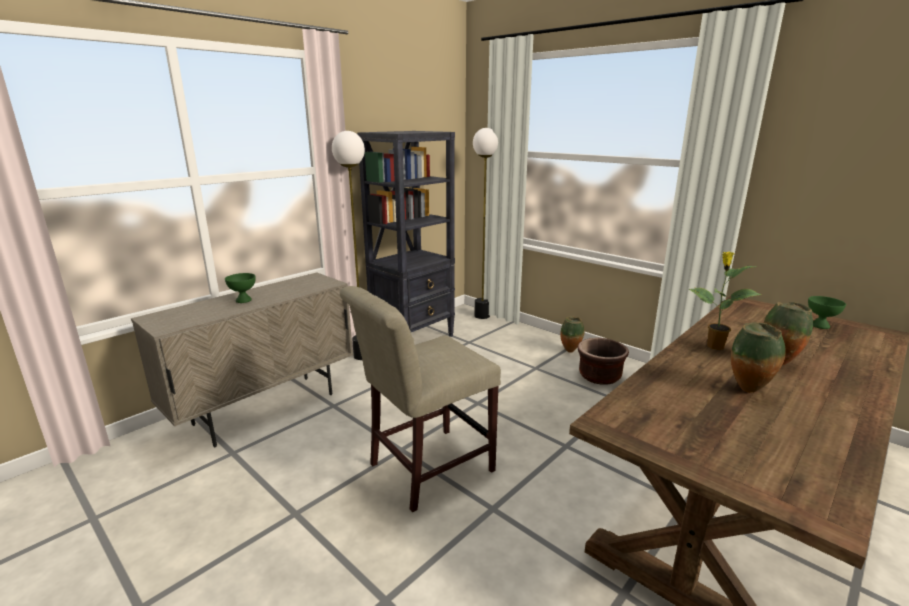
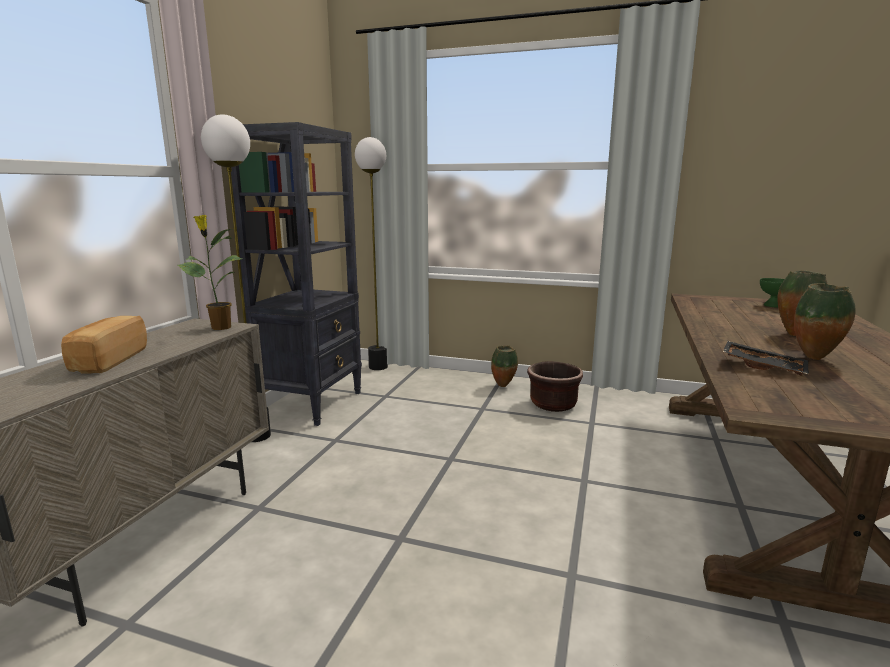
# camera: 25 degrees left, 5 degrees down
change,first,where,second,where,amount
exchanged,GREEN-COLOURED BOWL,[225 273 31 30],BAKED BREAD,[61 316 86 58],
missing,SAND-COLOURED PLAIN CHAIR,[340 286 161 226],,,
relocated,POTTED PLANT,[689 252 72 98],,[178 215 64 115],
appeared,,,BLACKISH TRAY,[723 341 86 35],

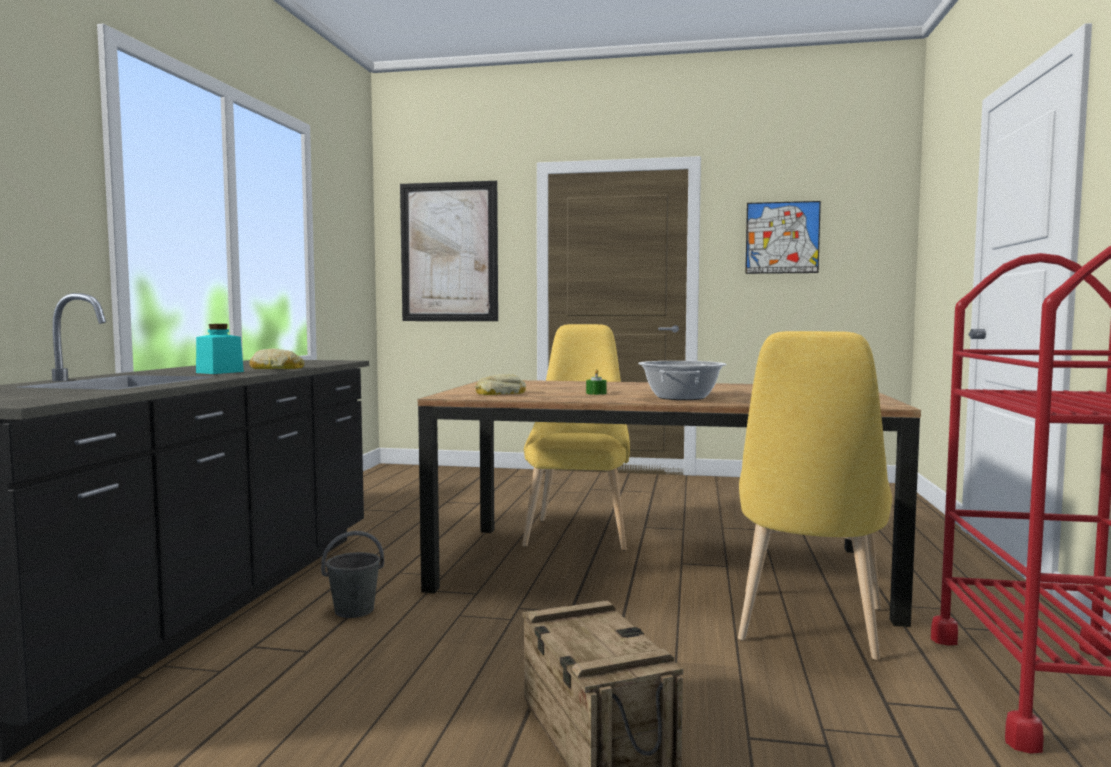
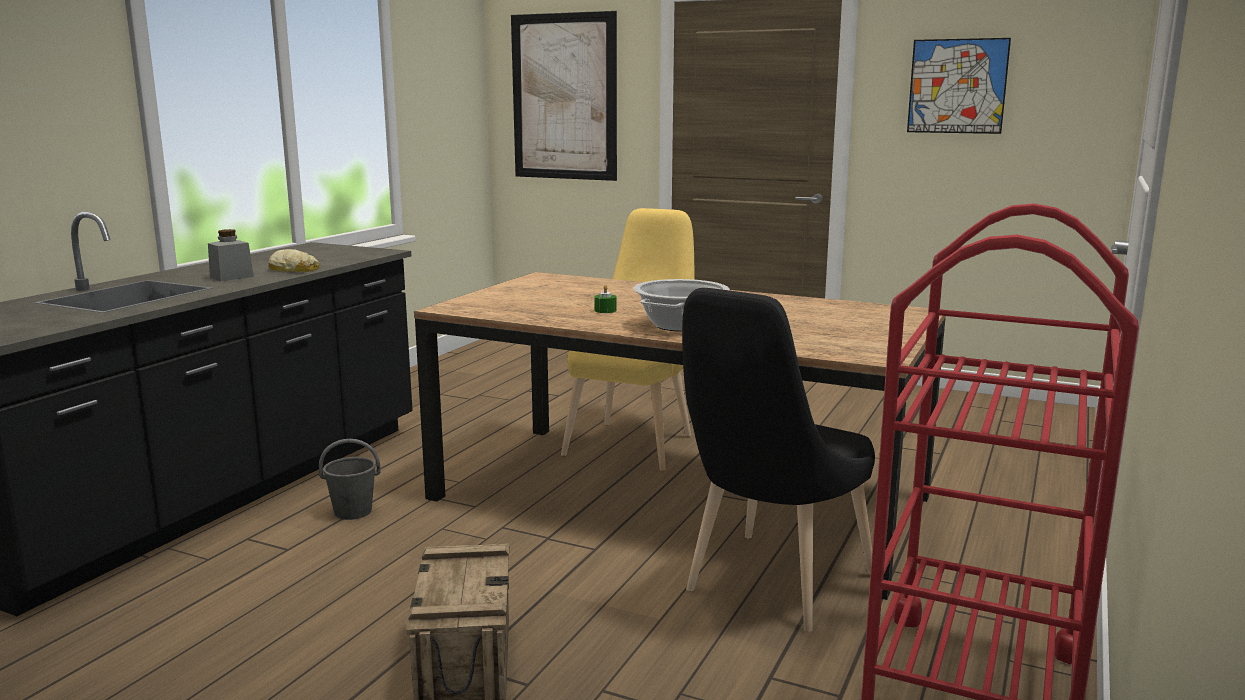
# camera: 15 degrees right, 10 degrees up
change,first,where,second,where,amount
colour,TURQUOISE JAR,[196 324 48 50],GRAY JAR,[208 229 46 52],
missing,BAKED BREAD,[475 374 51 21],,,
colour,YELLOW PLAIN CHAIR,[738 331 154 329],BLACKISH PLAIN CHAIR,[682 288 193 344],

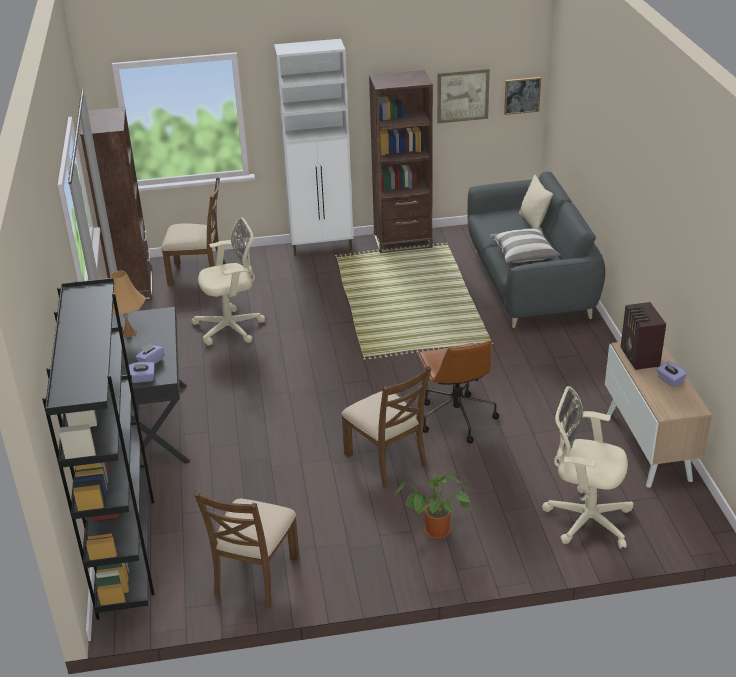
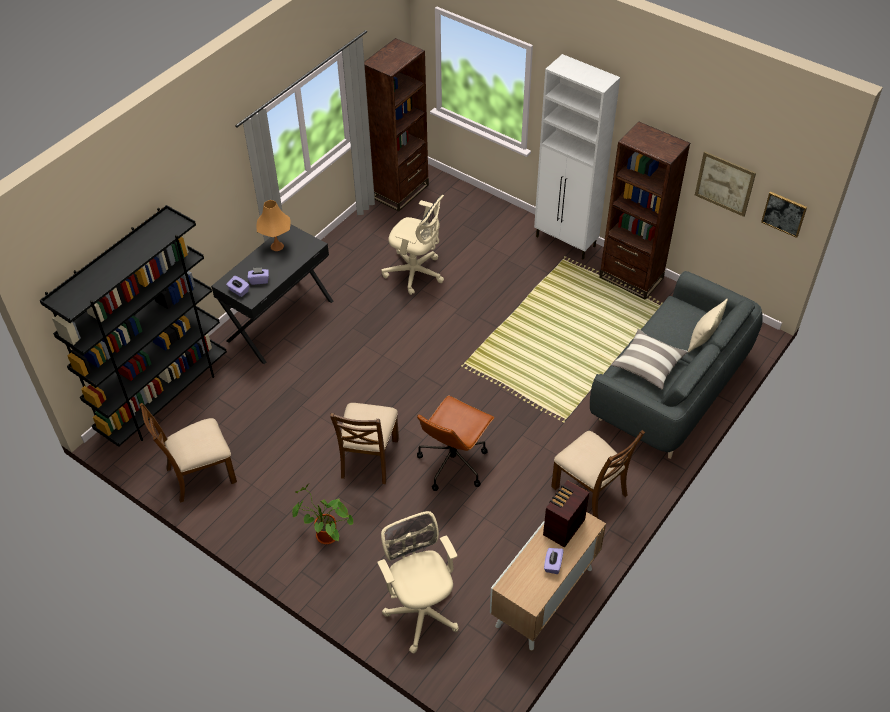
# camera: 45 degrees right, 15 degrees up
change,first,where,second,where,amount
relocated,BROWN PLAIN CHAIR,[161 177 65 109],,[551 430 94 89],

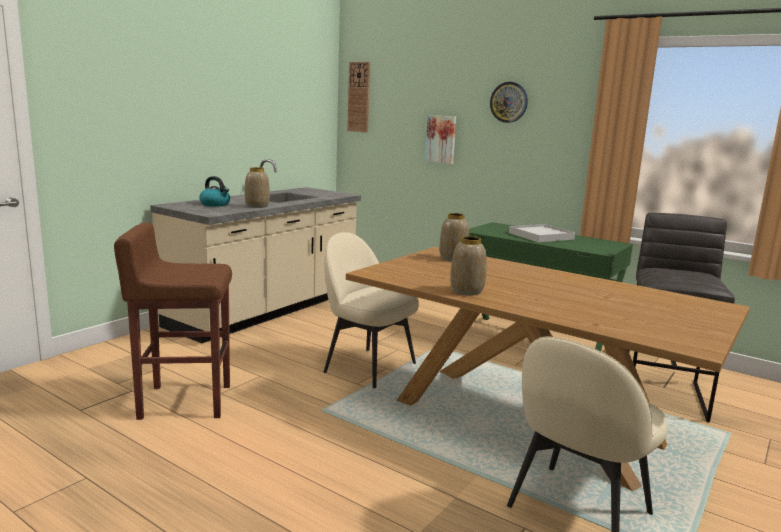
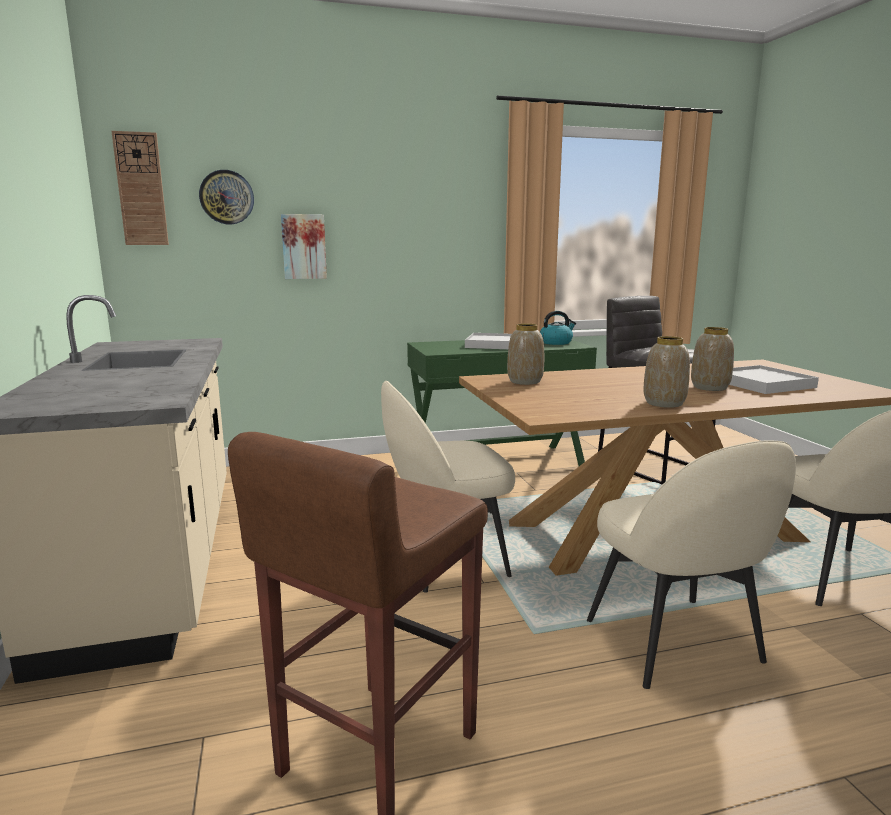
# camera: 50 degrees left, 0 degrees up
change,first,where,second,where,amount
relocated,WATER KETTLE,[199 176 31 31],,[540 311 36 34],
relocated,DECORATIVE VASE,[245 167 25 41],,[691 327 43 64],
relocated,CLOCK ON THE WALL,[490 82 38 41],,[199 170 55 54],
appeared,,,SAND-COLOURED PLAIN CHAIR,[587 441 209 248],
appeared,,,WHITISH TRAY,[729 365 90 29],

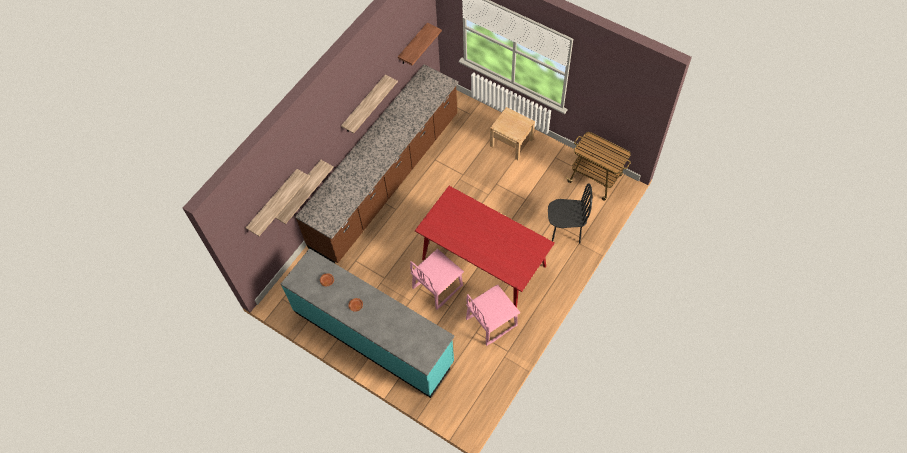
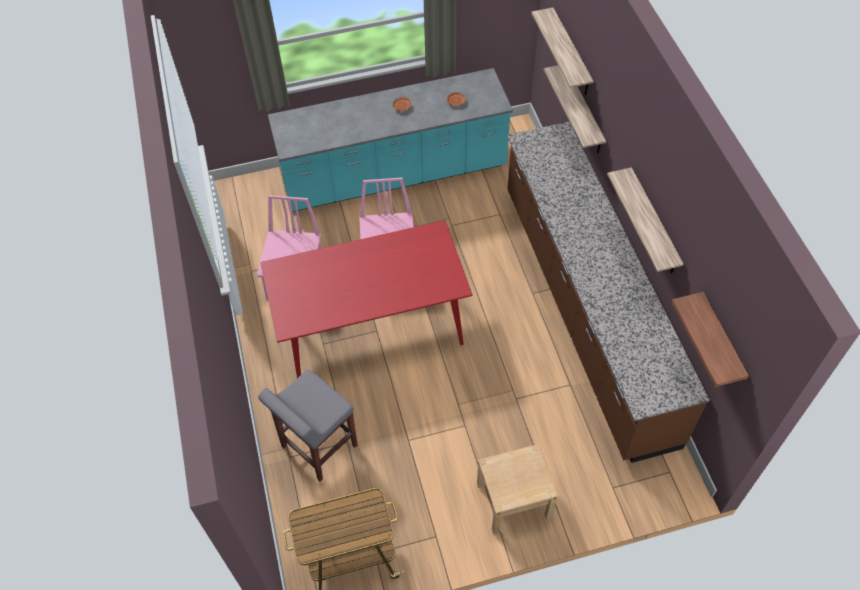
# camera: 130 degrees right, 5 degrees down
change,first,where,second,where,amount
exchanged,BLACKISH PLAIN CHAIR,[548 184 44 60],GRAY STOOL,[258 370 100 111],

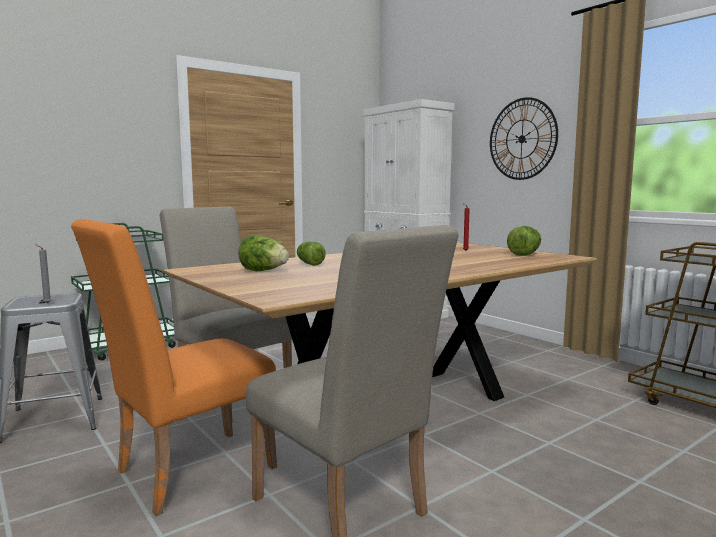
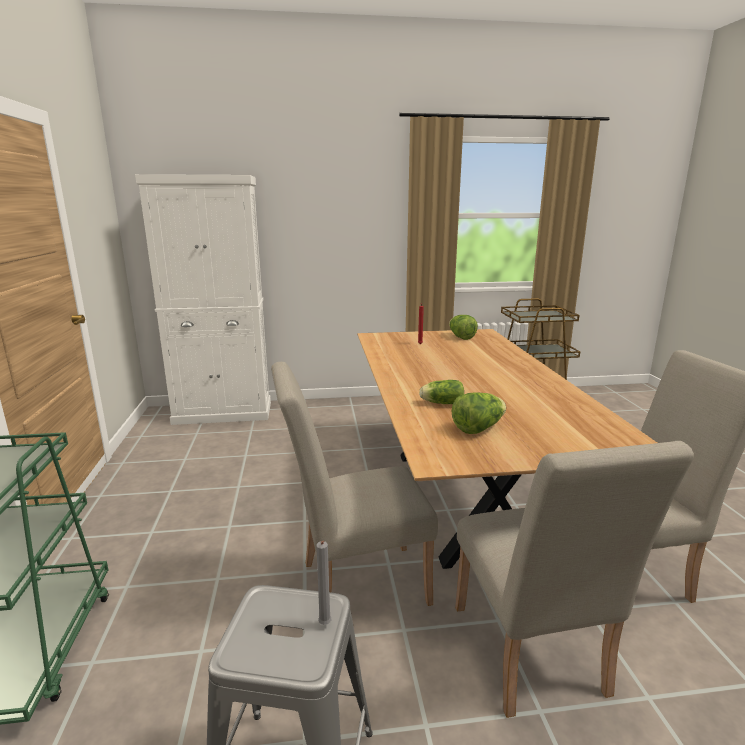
# camera: 60 degrees left, 10 degrees up
change,first,where,second,where,amount
colour,ORANGE PLAIN CHAIR,[71 219 206 297],SAND-COLOURED PLAIN CHAIR,[455 441 239 277],
missing,CLOCK ON THE WALL,[490 97 68 83],,,

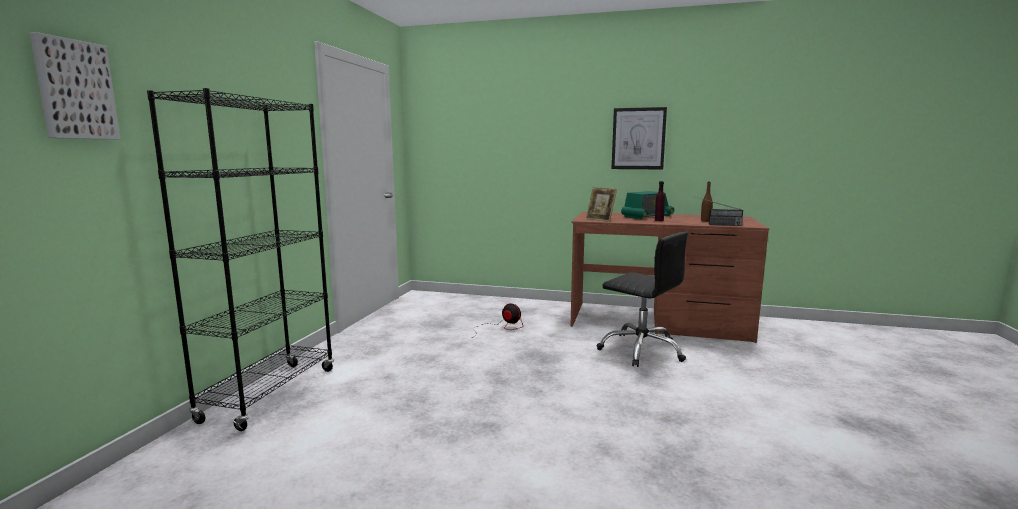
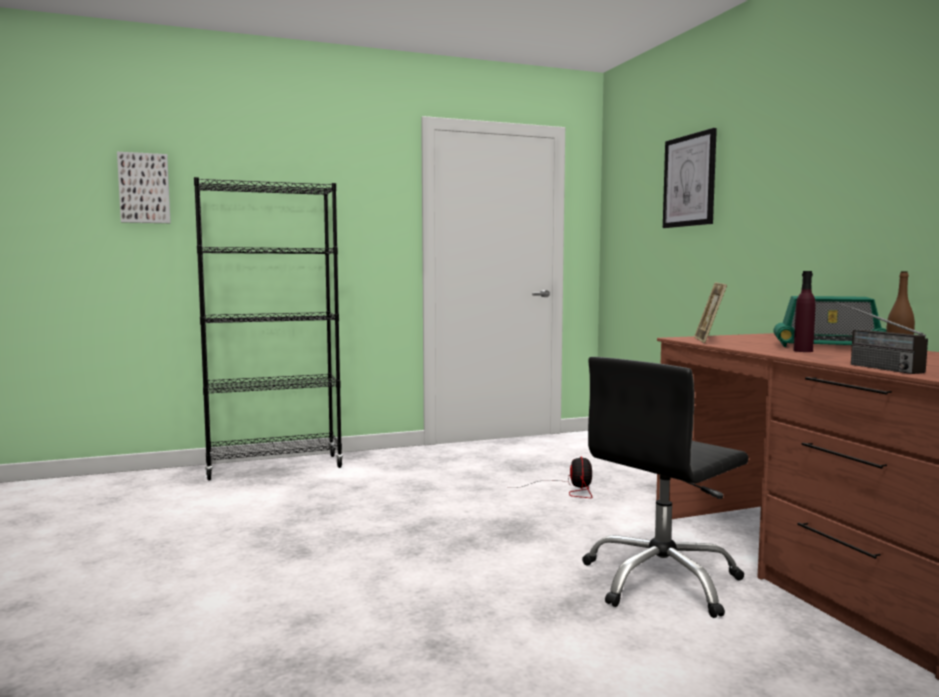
# camera: 55 degrees right, 5 degrees down
change,first,where,second,where,amount
spun,BLACKISH COMPUTER CHAIR,[596 231 92 136],,[582 357 167 261],45 degrees clockwise
relocated,WALL ART,[612 107 55 62],,[663 128 54 100],

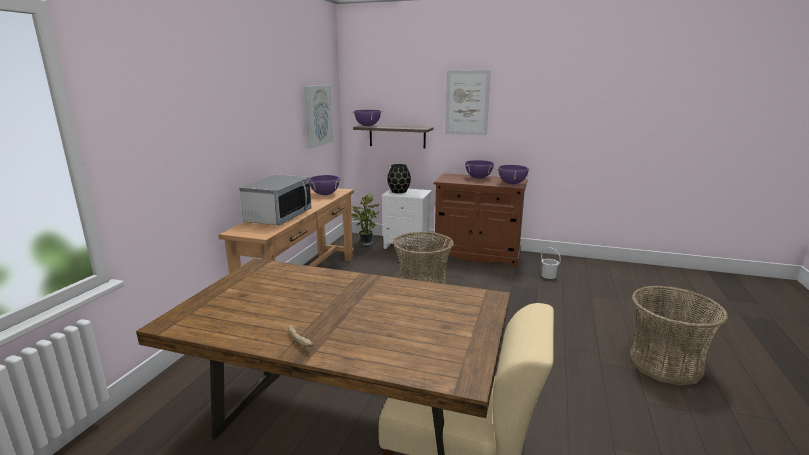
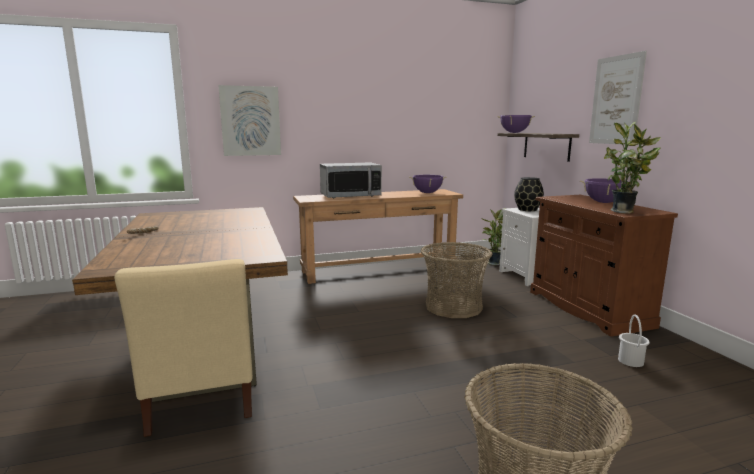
# camera: 55 degrees right, 5 degrees down
change,first,where,second,where,amount
relocated,WALL ART,[304 85 29 64],,[218 85 63 71],
exchanged,PURPLE STOCKPOT,[495 165 37 19],POTTED PLANT,[604 122 57 92],

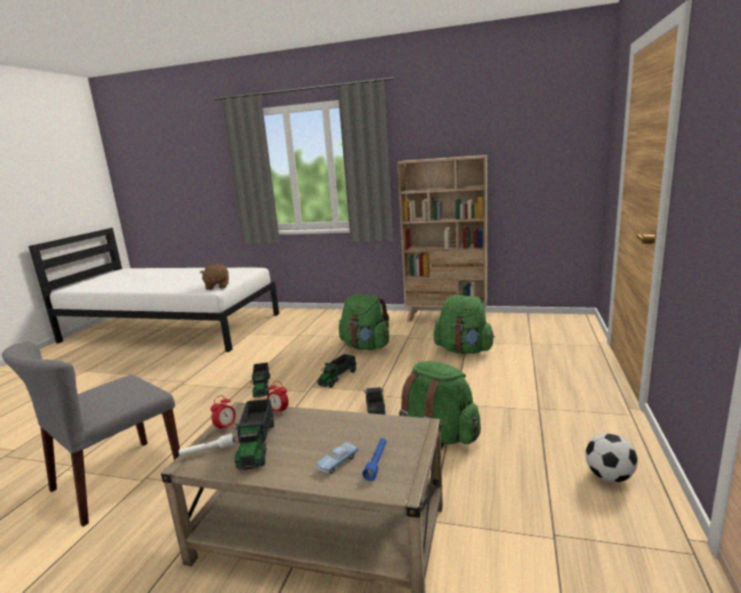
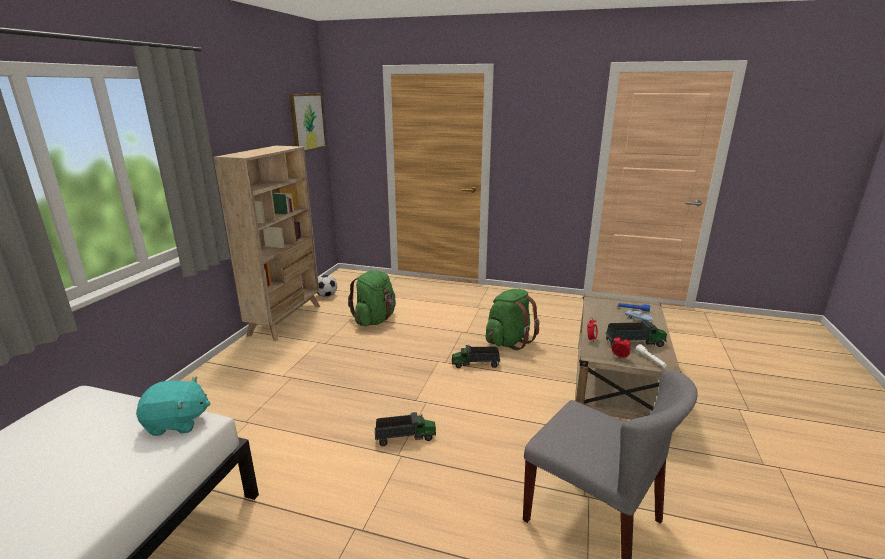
# camera: 90 degrees left, 5 degrees up
change,first,where,second,where,amount
colour,BROWN SOFT TOY,[200 264 29 26],TURQUOISE SOFT TOY,[136 376 75 60],
missing,TOY LORRY,[317 354 39 34],,,
missing,GREEN-COLOURED KNAPSACK,[339 294 50 56],,,
relocated,FOOTBALL BALL,[586 433 52 49],,[317 275 20 22],
appeared,,,WALL ART,[289 94 37 58],

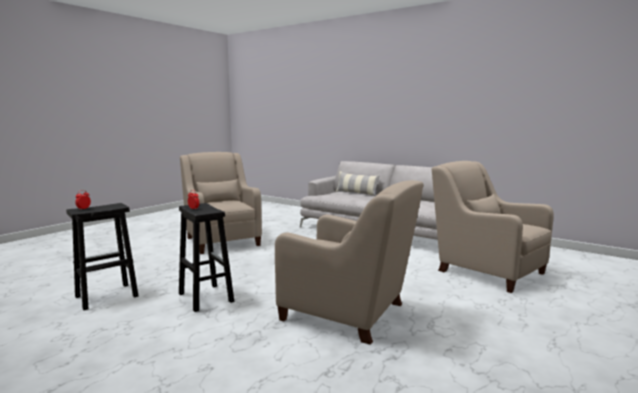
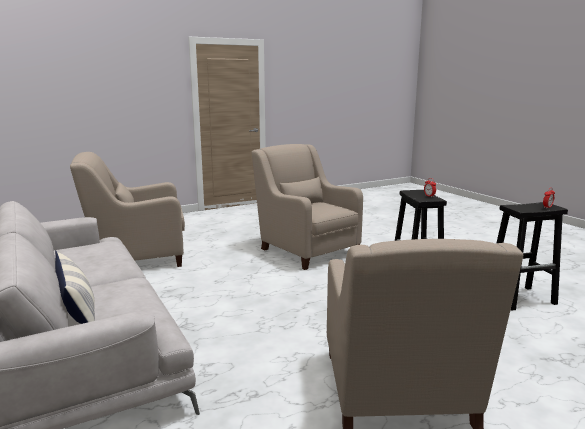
# camera: 155 degrees left, 5 degrees up
change,first,where,second,where,amount
spun,SAND-COLOURED ARMCHAIR,[432 161 122 132],,[70 152 115 115],90 degrees clockwise

